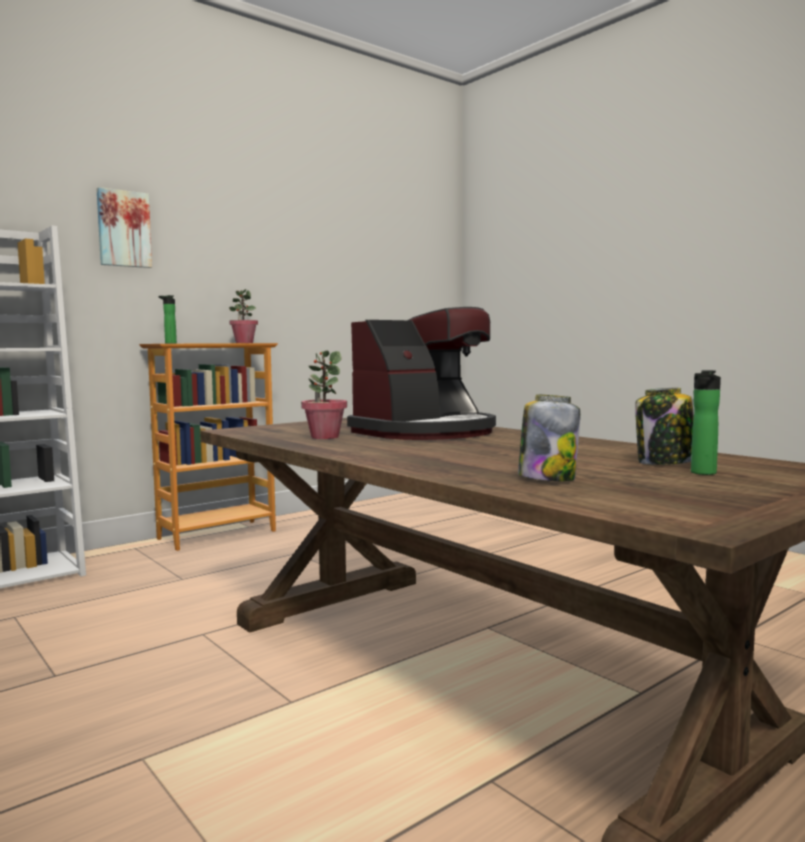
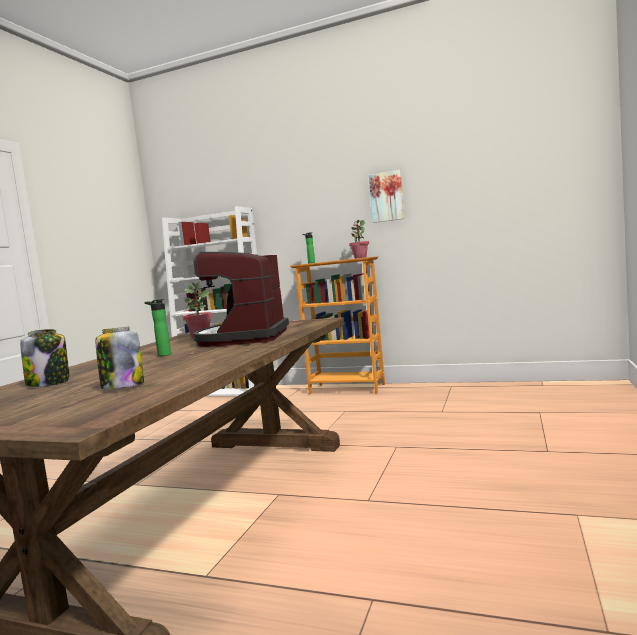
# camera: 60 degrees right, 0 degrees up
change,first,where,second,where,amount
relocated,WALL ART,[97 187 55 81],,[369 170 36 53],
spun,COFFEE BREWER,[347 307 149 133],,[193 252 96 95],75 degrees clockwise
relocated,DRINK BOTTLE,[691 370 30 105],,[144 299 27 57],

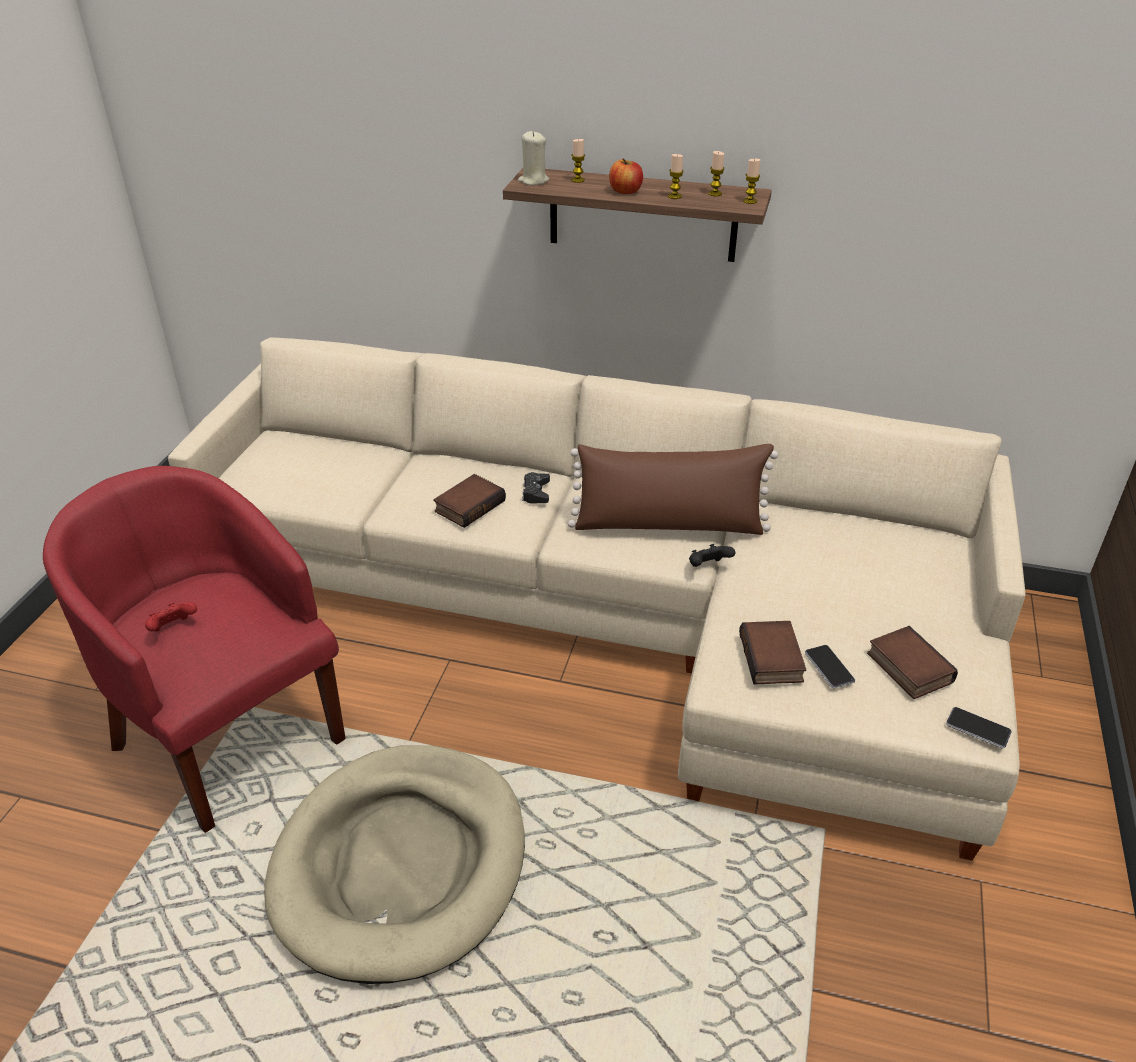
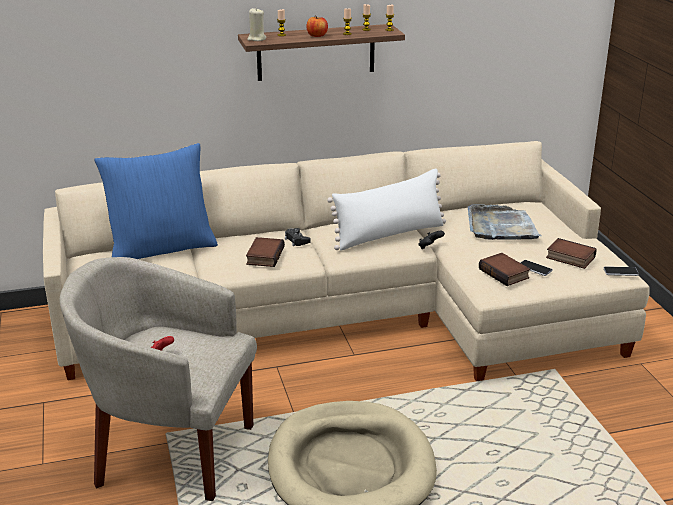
# camera: 30 degrees left, 10 degrees down
change,first,where,second,where,amount
colour,REDDISH ARMCHAIR,[43 466 302 367],SAND-COLOURED ARMCHAIR,[59 257 198 244],
colour,BROWN THROW PILLOW,[568 444 210 91],WHITISH THROW PILLOW,[327 168 119 82],
appeared,,,BLUE THROW PILLOW,[94 143 124 116],
appeared,,,GRAY TRAY,[468 204 73 36],

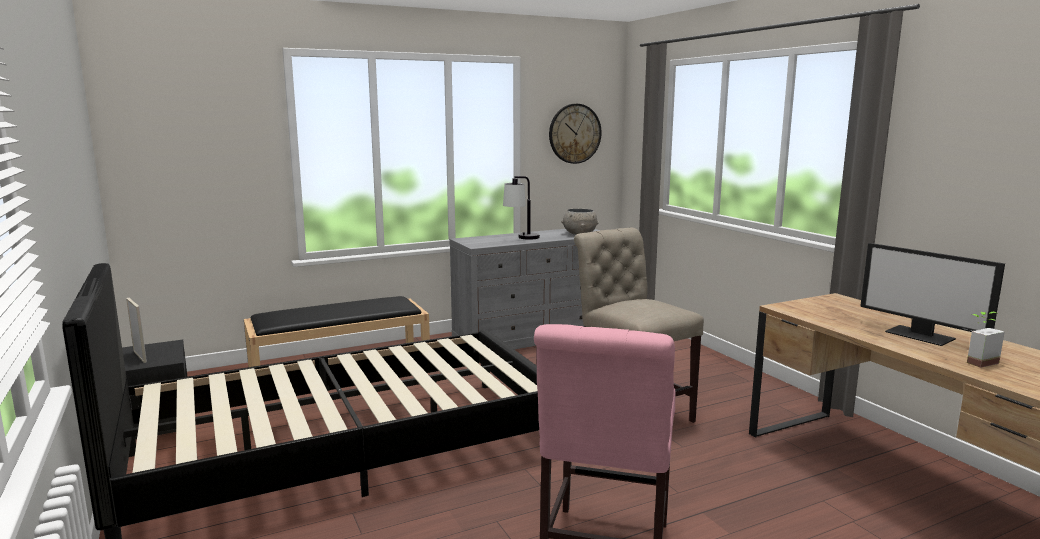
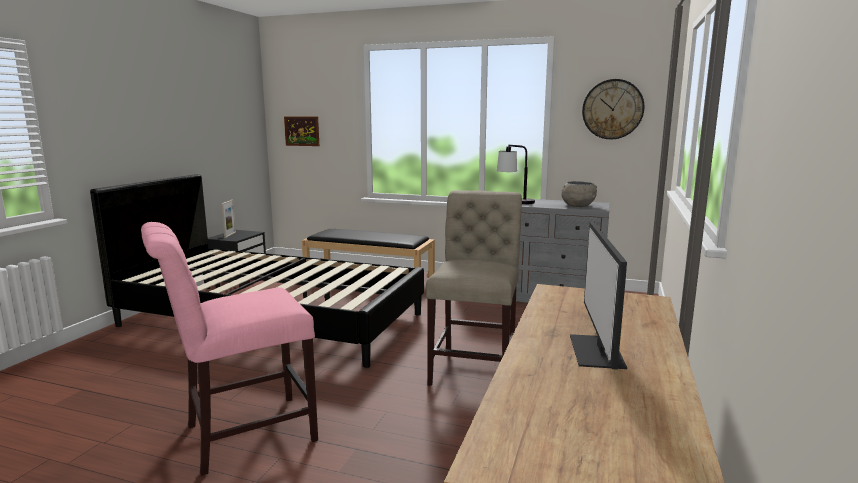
# camera: 45 degrees right, 0 degrees up
change,first,where,second,where,amount
missing,POTTED PLANT,[967 312 38 56],,,
appeared,,,WALL ART,[284 116 35 30],

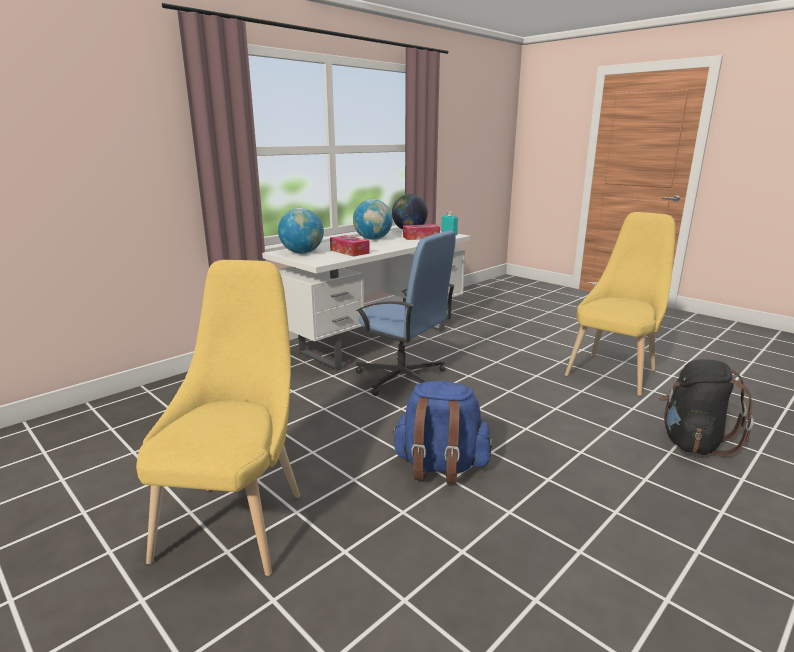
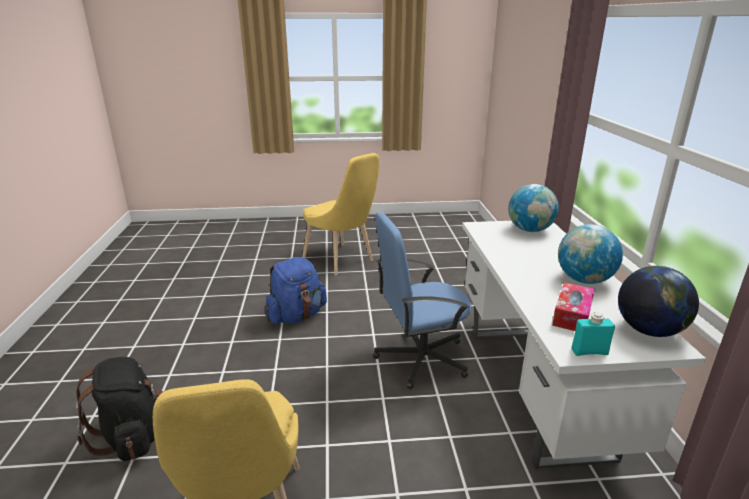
# camera: 130 degrees right, 5 degrees up
change,first,where,second,where,amount
missing,TISSUE BOX,[330 235 40 22],,,

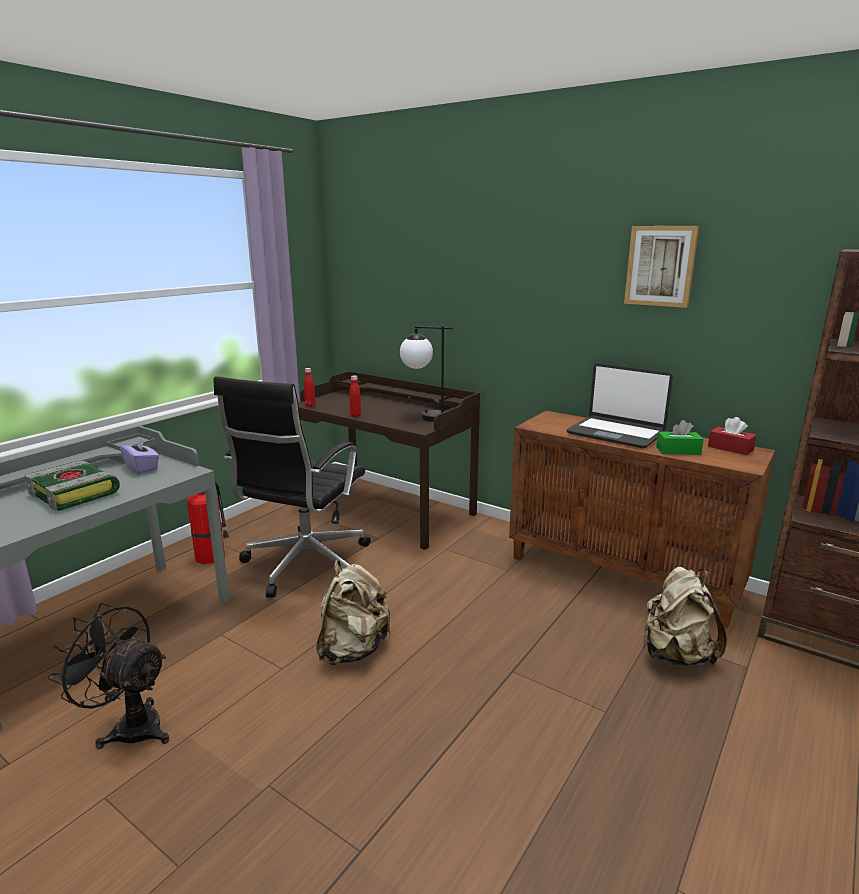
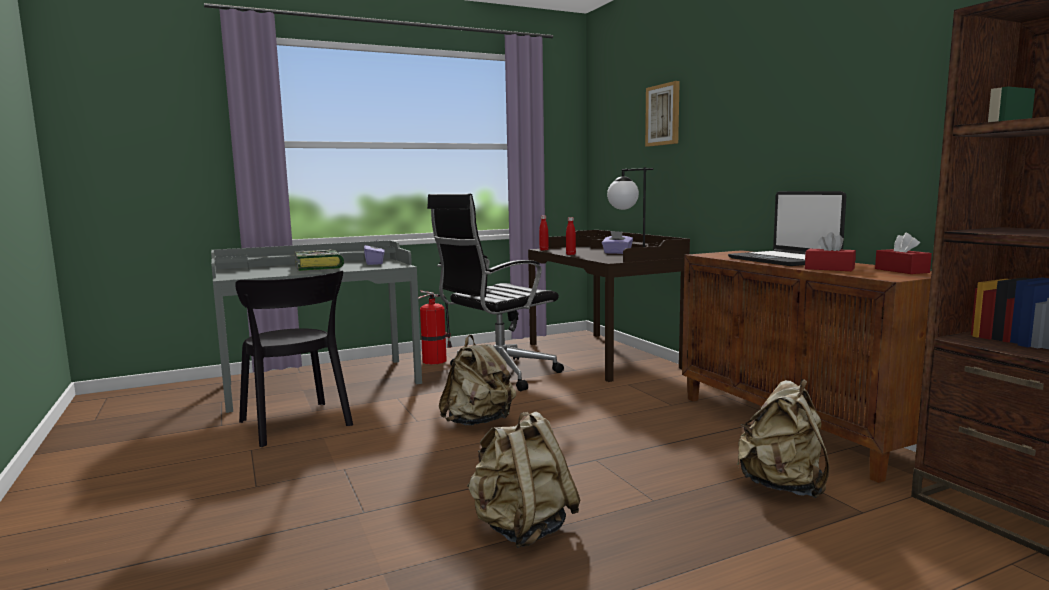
# camera: 30 degrees right, 10 degrees down
change,first,where,second,where,amount
exchanged,BLACKISH ELECTRIC FAN,[48 603 121 146],BLACKISH PLAIN CHAIR,[235 270 118 177],
relocated,WALL ART,[624 226 75 82],,[645 81 35 66],
colour,GREEN-COLOURED TISSUE BOX,[656 420 48 35],REDDISH TISSUE BOX,[805 232 51 39],
appeared,,,SAND-COLOURED KNAPSACK,[467 411 113 137],
appeared,,,PURPLE TISSUE BOX,[602 231 31 23],

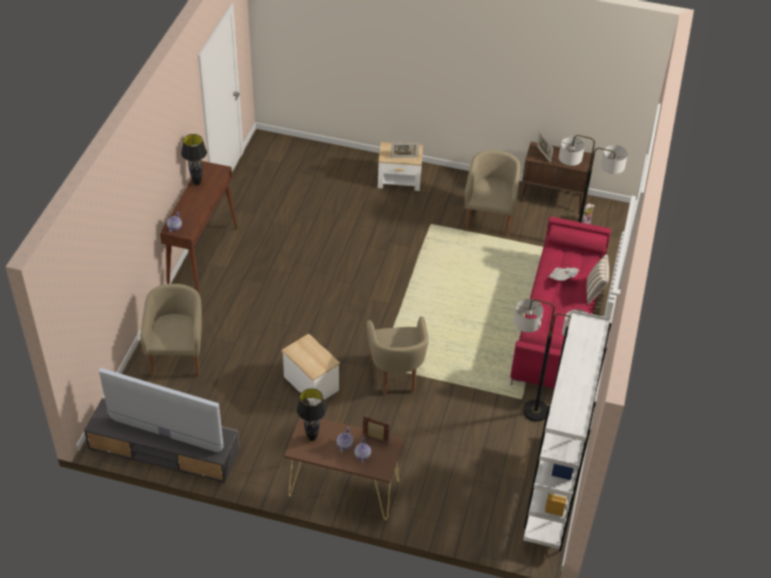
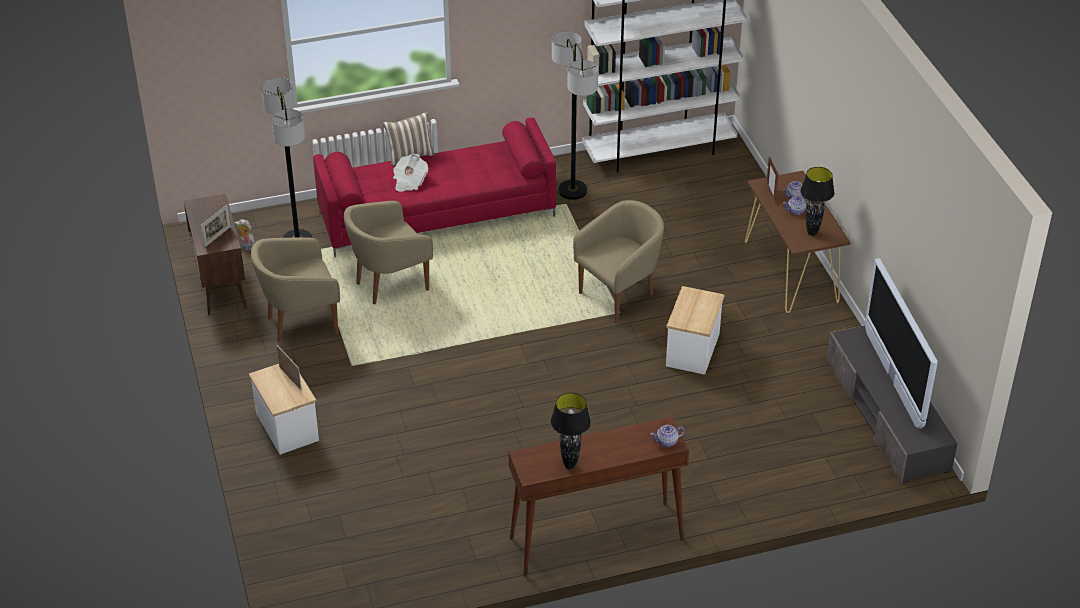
# camera: 120 degrees left, 5 degrees down
change,first,where,second,where,amount
relocated,SAND-COLOURED ARMCHAIR,[140 284 62 92],,[344 201 89 103],

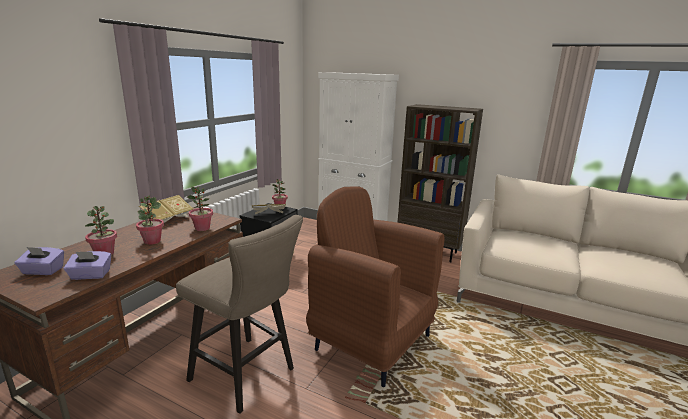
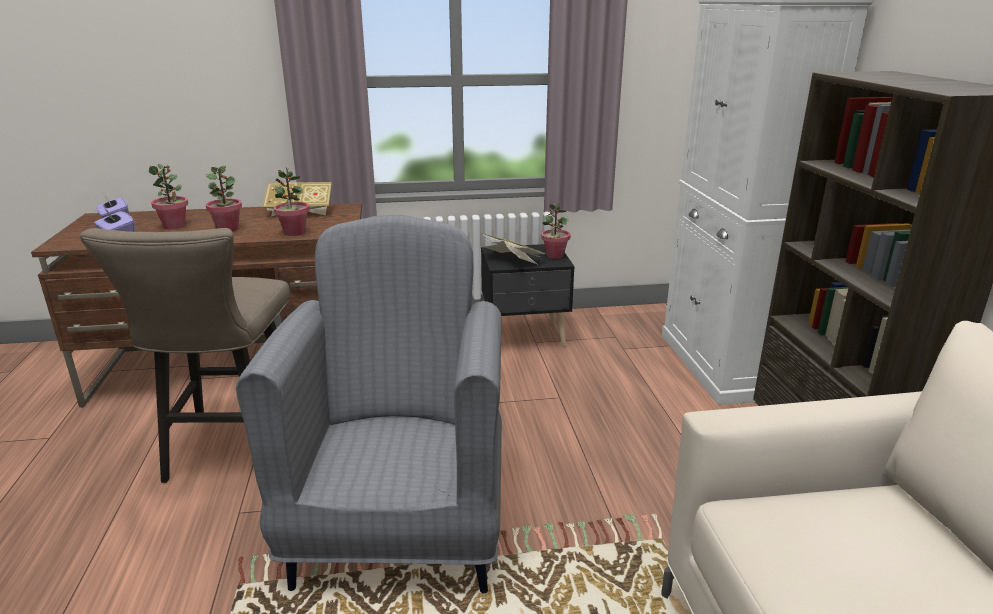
# camera: 55 degrees right, 5 degrees up
change,first,where,second,where,amount
colour,BROWN ARMCHAIR,[306 187 139 200],GRAY ARMCHAIR,[236 215 266 379],

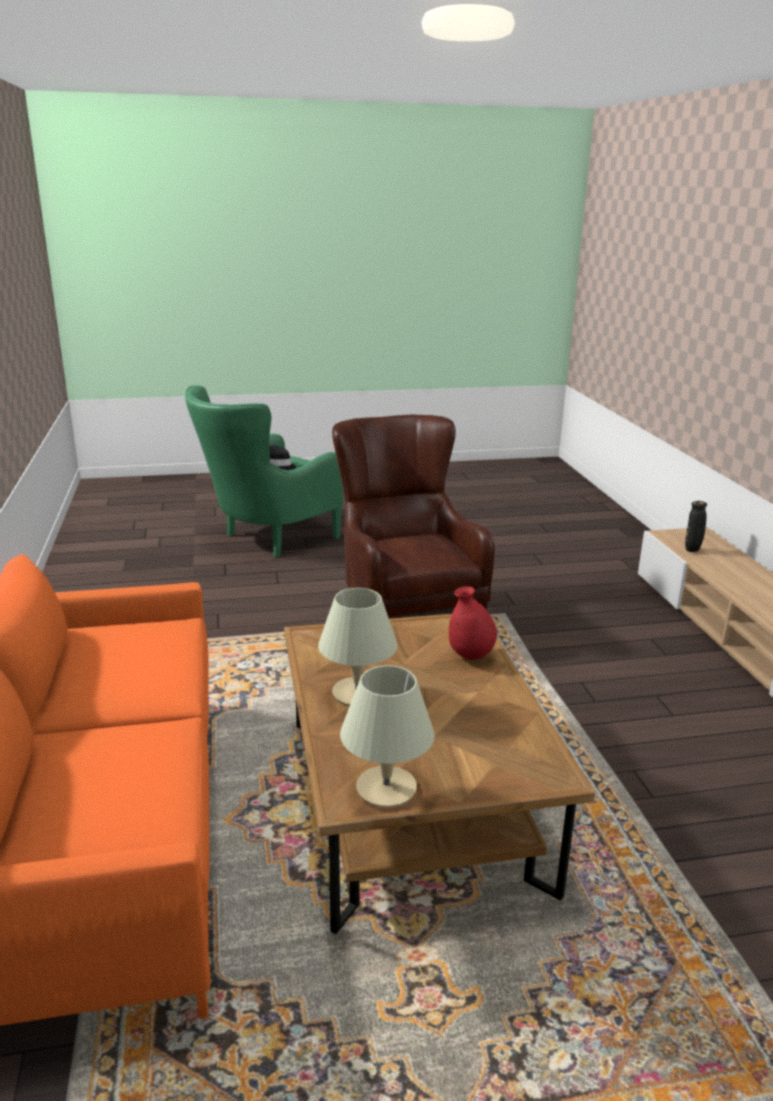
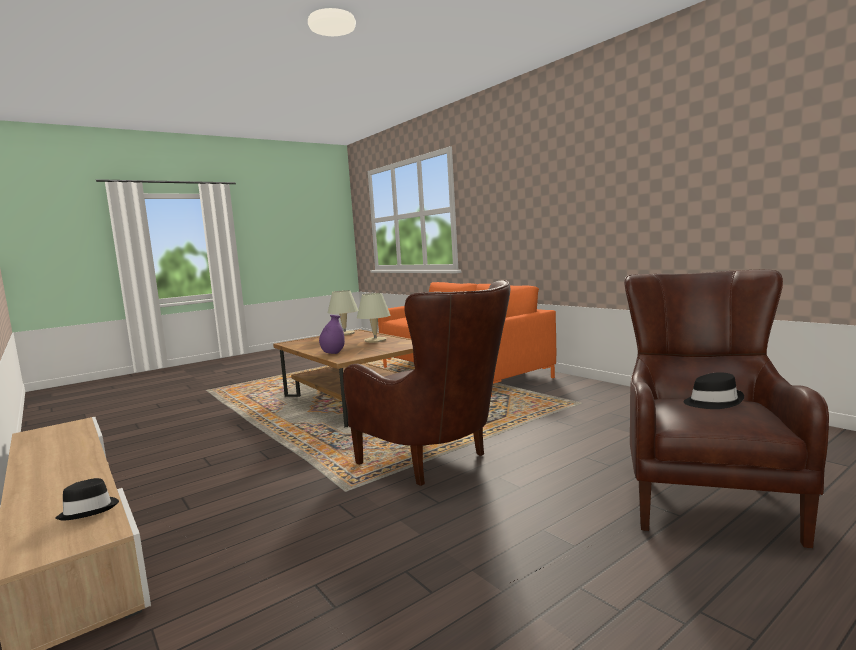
# camera: 155 degrees right, 15 degrees down
change,first,where,second,where,amount
colour,GREEN-COLOURED ARMCHAIR,[185 385 158 172],BROWN ARMCHAIR,[624 269 205 279],
colour,REDDISH DECORATIVE VASE,[449 586 48 74],PURPLE DECORATIVE VASE,[319 315 26 39],
exchanged,BLACKISH DECORATIVE VASE,[685 501 22 51],BLACKISH HAT,[55 478 64 43],

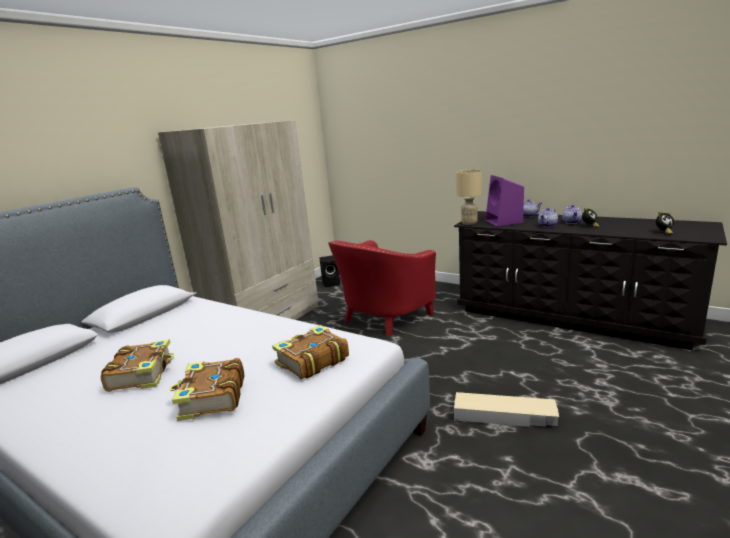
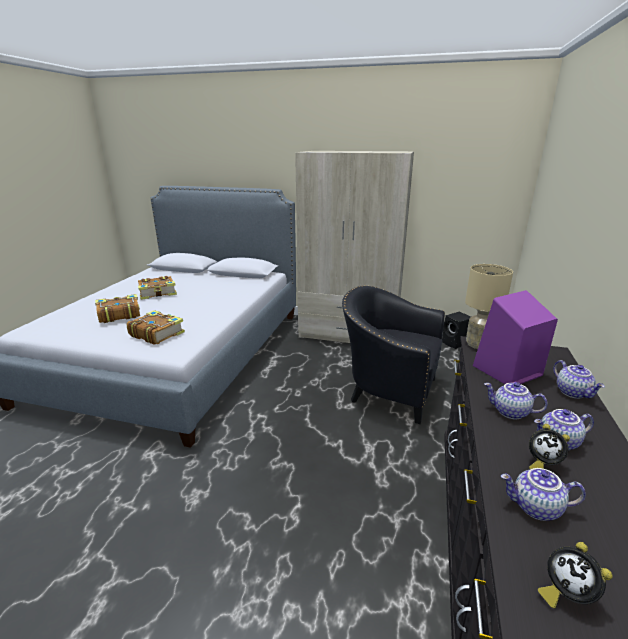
# camera: 70 degrees right, 5 degrees up
change,first,where,second,where,amount
colour,REDDISH ARMCHAIR,[328 240 108 96],BLACKISH ARMCHAIR,[342 285 103 139],
missing,SAND-COLOURED STORAGE CONTAINER,[454 392 105 35],,,
appeared,,,POT FOR TEA,[501 468 85 53],

